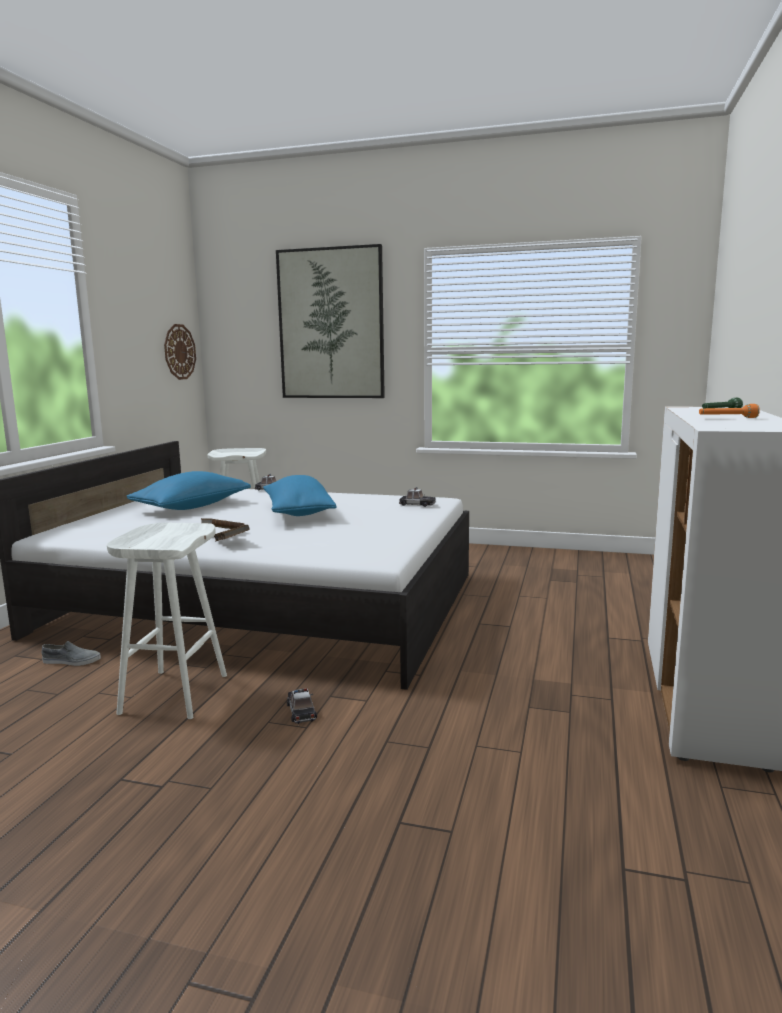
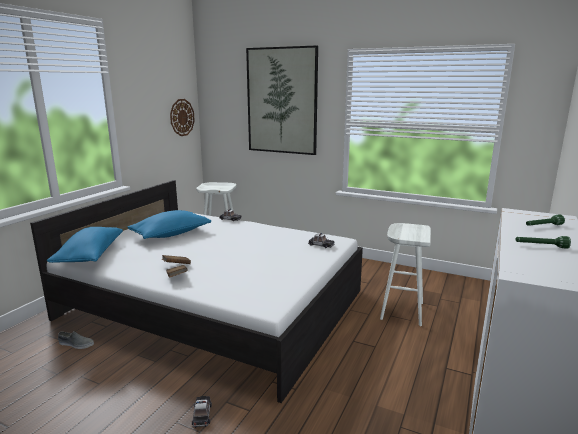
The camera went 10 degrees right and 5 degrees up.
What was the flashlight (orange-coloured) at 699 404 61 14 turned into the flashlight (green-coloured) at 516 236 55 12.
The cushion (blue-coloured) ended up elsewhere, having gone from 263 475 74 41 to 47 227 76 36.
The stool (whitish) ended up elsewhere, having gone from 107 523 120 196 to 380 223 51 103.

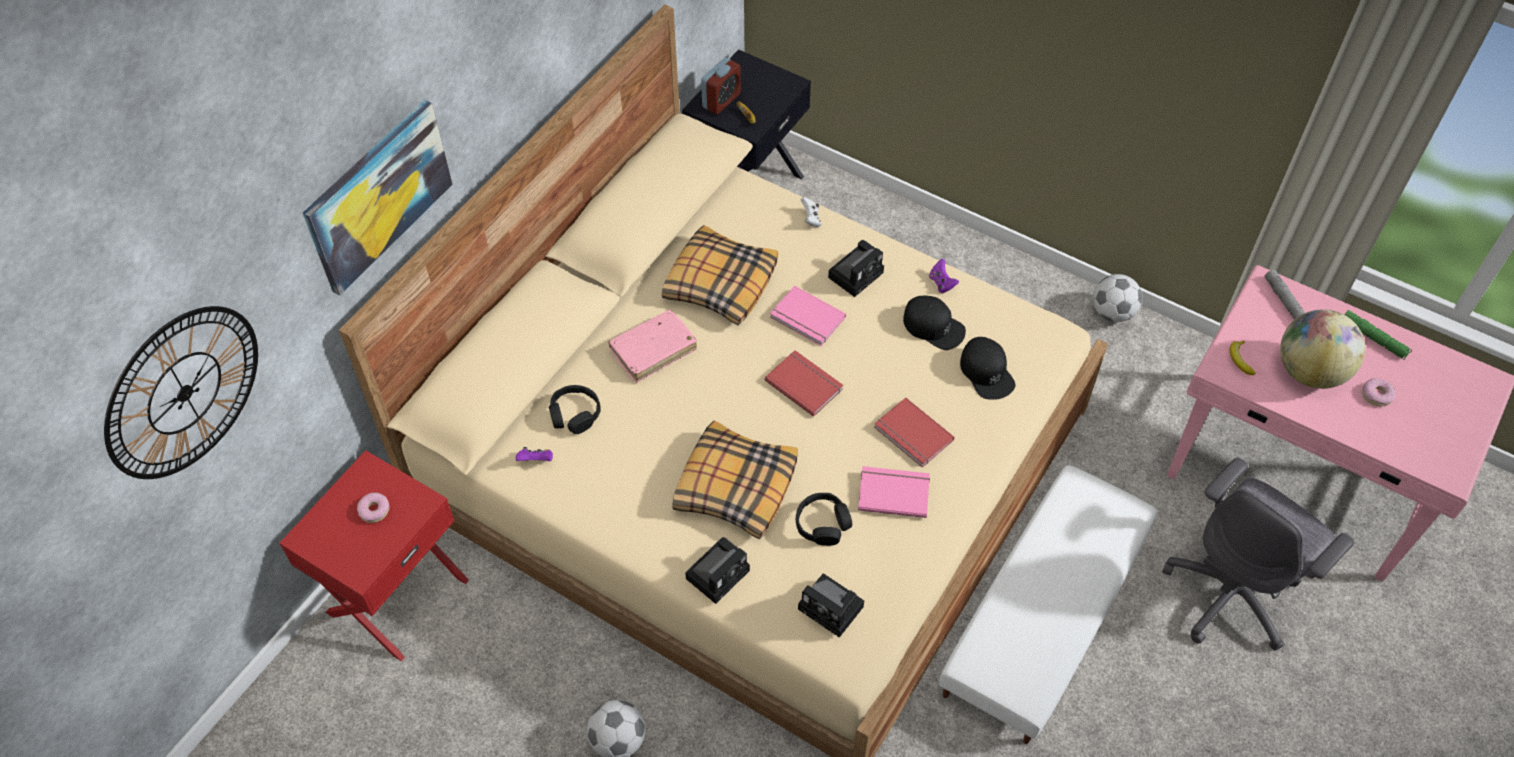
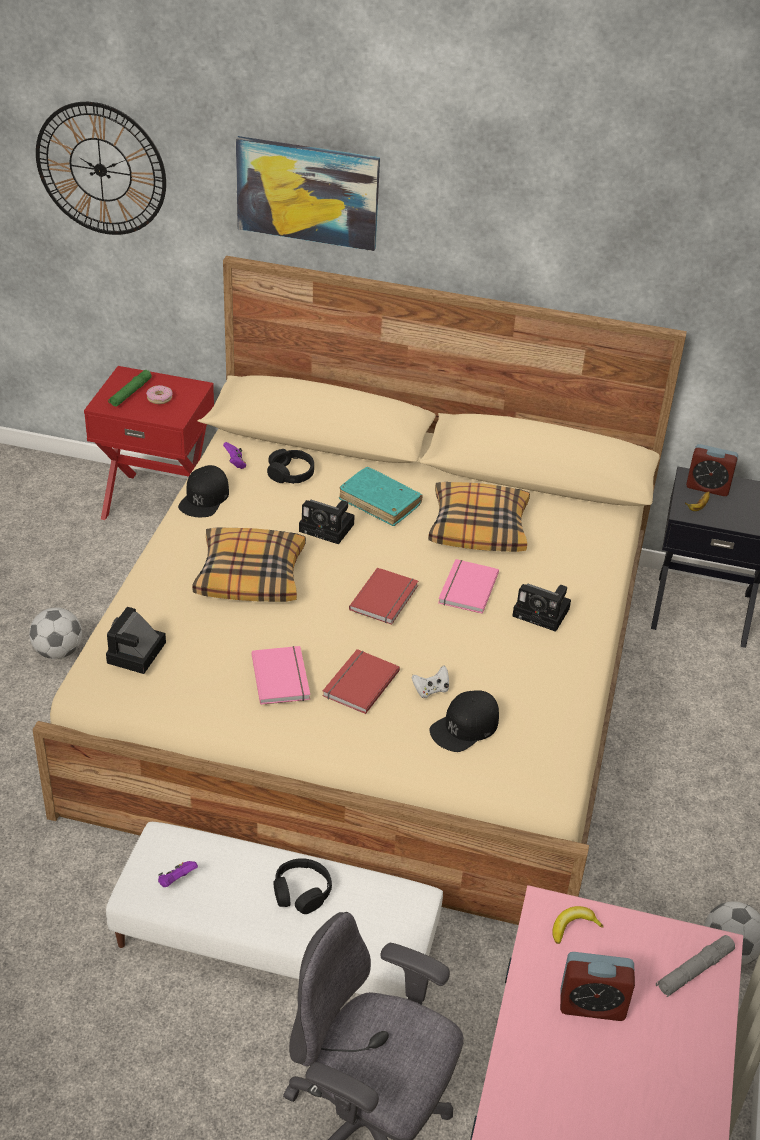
The camera went 70 degrees right and 15 degrees down.
The game controller (whitish) ended up elsewhere, having gone from 801 197 21 30 to 412 665 37 33.
The game controller (purple-coloured) ended up elsewhere, having gone from 929 259 30 34 to 158 861 40 26.
The peaked cap (black) ended up elsewhere, having gone from 903 296 63 54 to 178 465 51 52.
Where the desk globe stood at 1280 309 85 80, the bedside clock came to stand at 560 952 75 69.
What was the volume (pink) at 608 310 89 72 turned into the volume (turquoise-coloured) at 339 467 84 59.
The flashlight (green-coloured) ended up elsewhere, having gone from 1344 310 68 50 to 108 370 44 37.
The second view lost the donut at 1362 378 33 28.
The pair of headphones (black) ended up elsewhere, having gone from 796 493 56 53 to 274 858 58 56.
The still camera ended up elsewhere, having gone from 685 537 65 67 to 299 500 56 44.

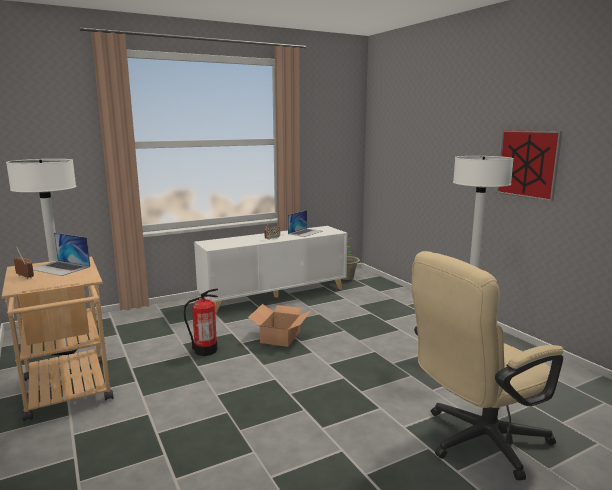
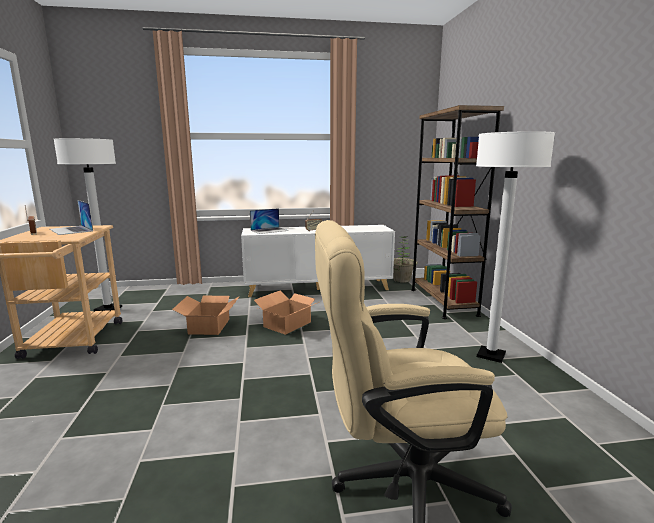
The camera went 20 degrees right and 0 degrees up.
The second view lost the wall picture at 496 130 66 71.
The portable computer ended up elsewhere, having gone from 288 210 35 27 to 250 208 39 26.
Where the extinguisher stood at 184 289 34 67, the carton came to stand at 172 296 68 39.
The second view gained the shelving unit (brown) at 411 105 93 214.

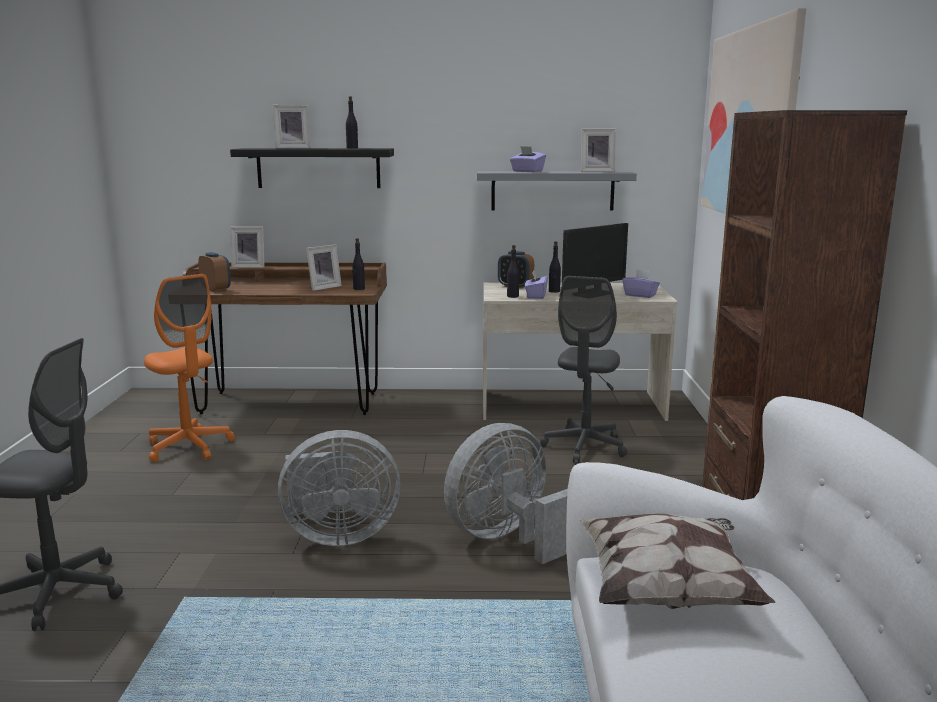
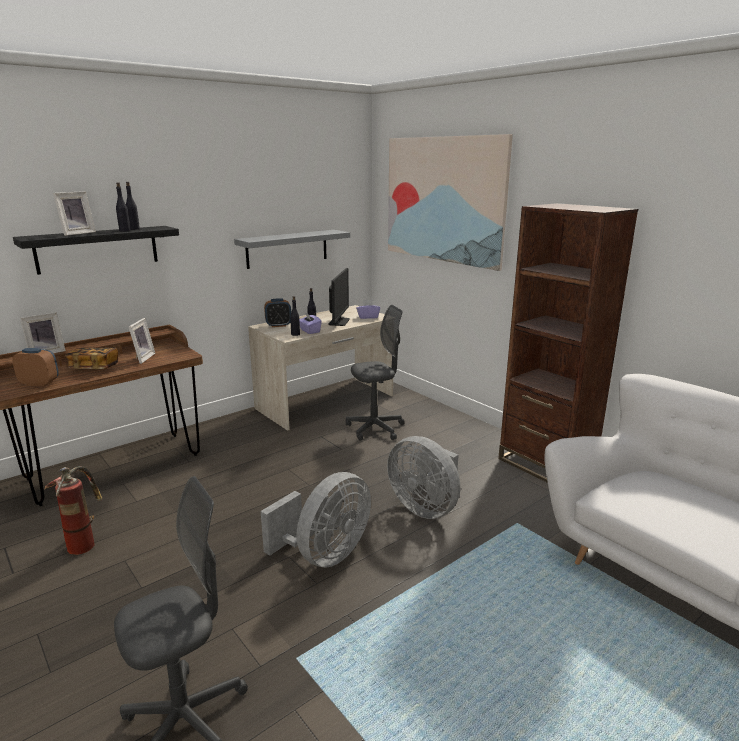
The camera went 40 degrees left and 5 degrees up.
The second view lost the standing frame at 581 129 35 43.
The second view lost the box of tissues (purple-coloured) at 510 146 36 26.
The drink bottle (black) ended up elsewhere, having gone from 352 238 13 52 to 116 182 15 50.
Where the office chair (orange-coloured) stood at 144 274 91 188, the extinguisher came to stand at 44 466 58 89.
The office chair (grey) at 540 276 87 187 ended up facing another way, 90 degrees counterclockwise from before.
The fan (grey) at 444 423 124 141 ended up facing another way, 60 degrees counterclockwise from before.
The second view lost the cushion at 580 513 196 96.
The second view gained the volume at 65 347 53 22.

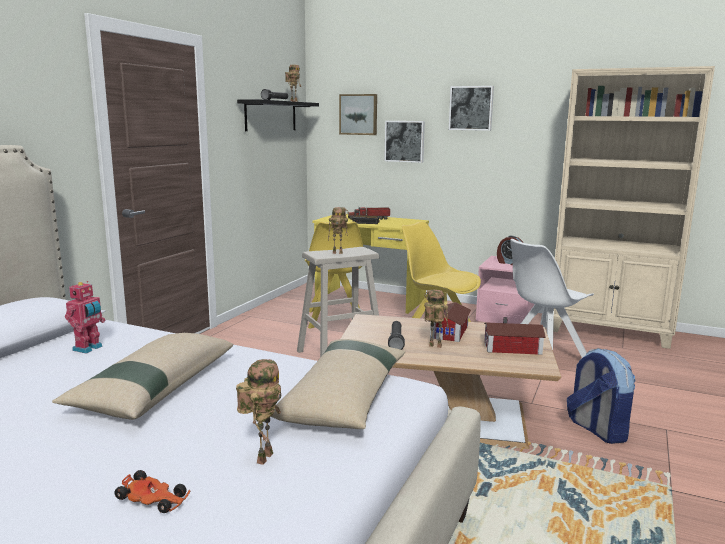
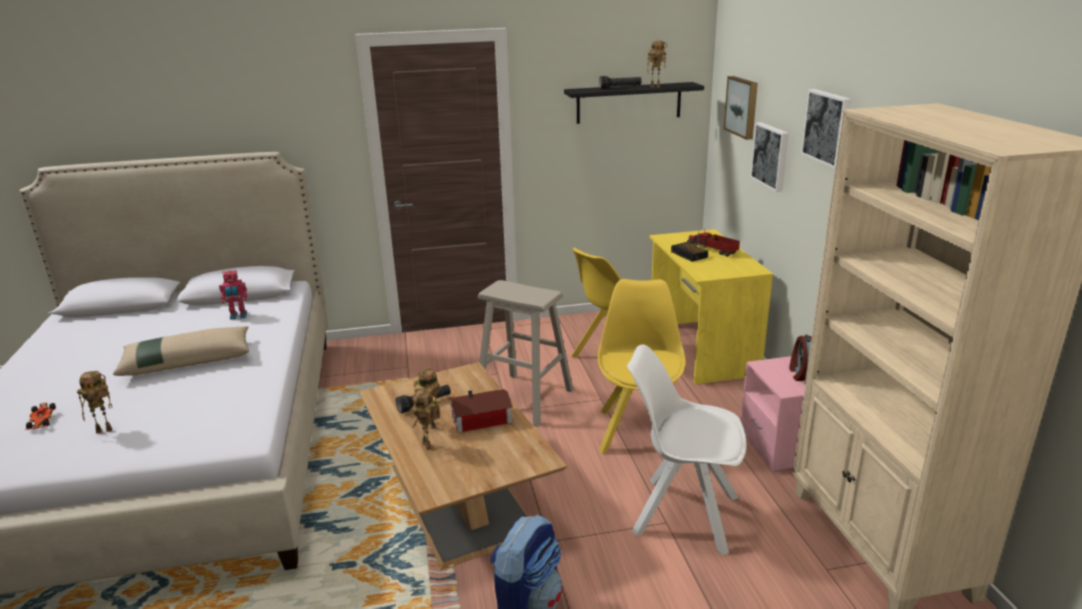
The camera went 55 degrees right and 10 degrees up.
The toy robot ended up elsewhere, having gone from 328 207 20 47 to 412 389 28 61.
The second view lost the toy house at 484 317 62 38.
The second view lost the cushion (beige) at 271 339 134 90.

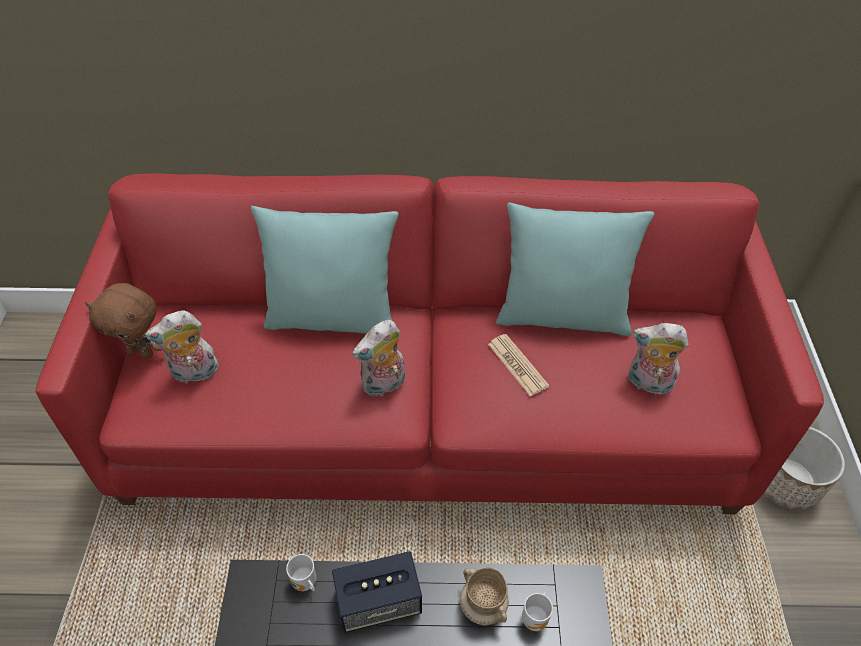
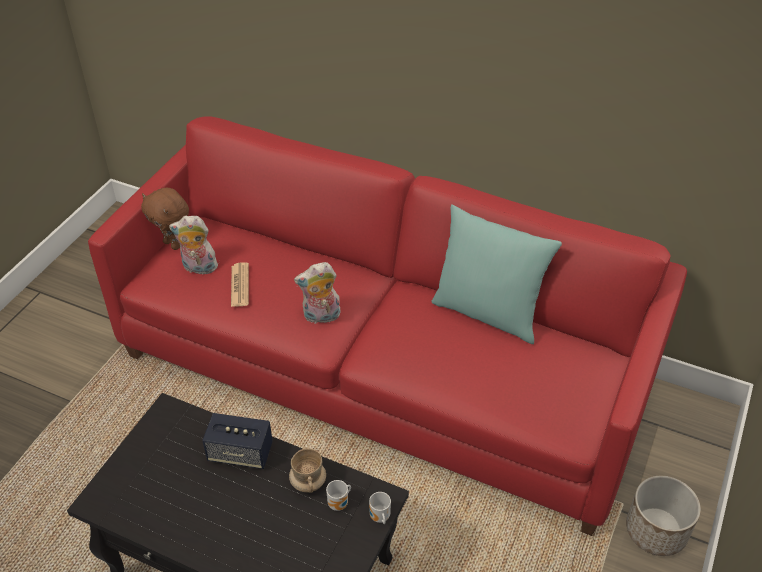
The camera went 25 degrees right and 5 degrees down.
The second view lost the cushion (turquoise-coloured) at 251 206 148 127.
The second view lost the cuddly toy at 628 323 60 72.
The printed paper ended up elsewhere, having gone from 488 334 61 63 to 231 262 18 45.
The tea mug ended up elsewhere, having gone from 286 554 30 37 to 369 492 22 32.

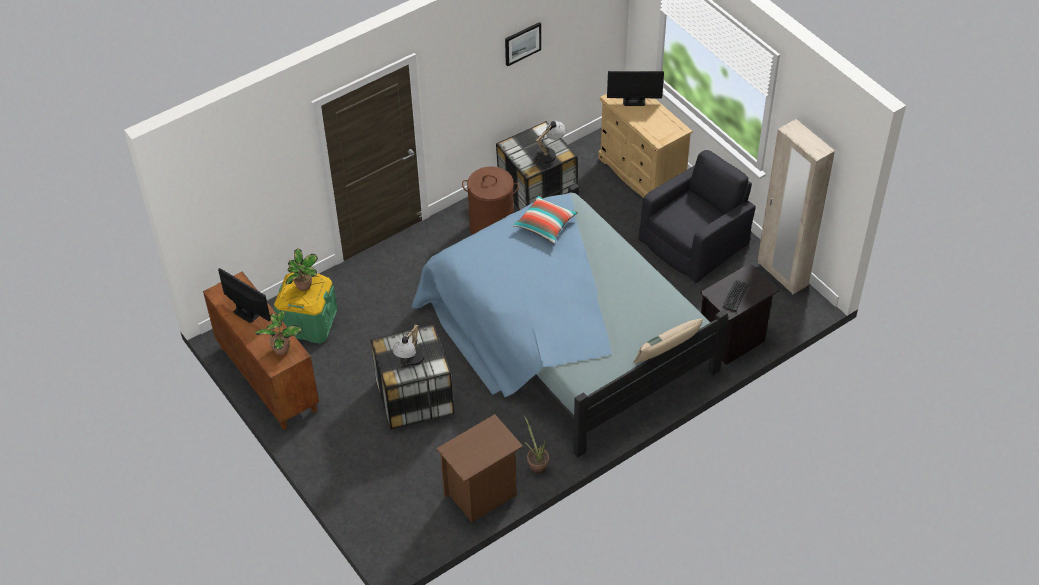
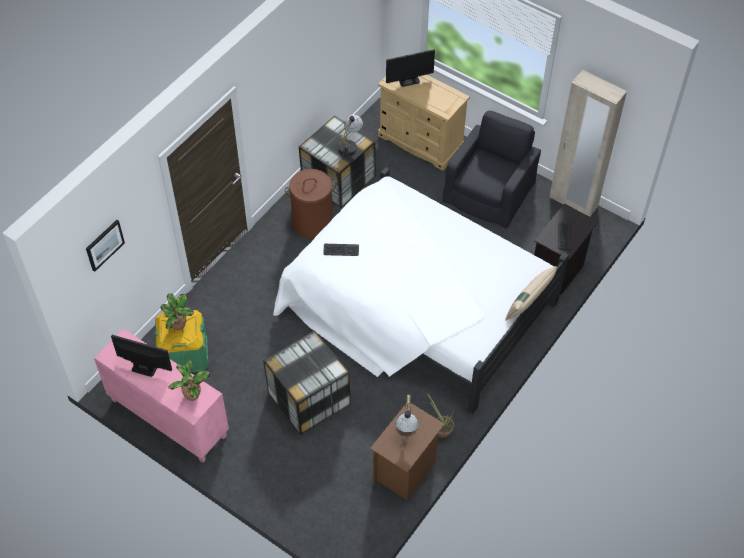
The camera went 20 degrees left and 5 degrees up.
The wall picture ended up elsewhere, having gone from 505 22 36 45 to 86 220 39 52.
What was the bedroom bed (blue-coloured) at 412 184 316 274 turned into the bedroom bed (whitish) at 273 167 296 247.
The second view lost the cushion at 513 196 65 47.
What was the cupboard (brown) at 203 271 116 159 turned into the cupboard (pink) at 94 328 135 135.
The lamp for a table ended up elsewhere, having gone from 392 324 32 42 to 396 394 23 39.
The second view gained the computer keyboard at 323 244 36 12.

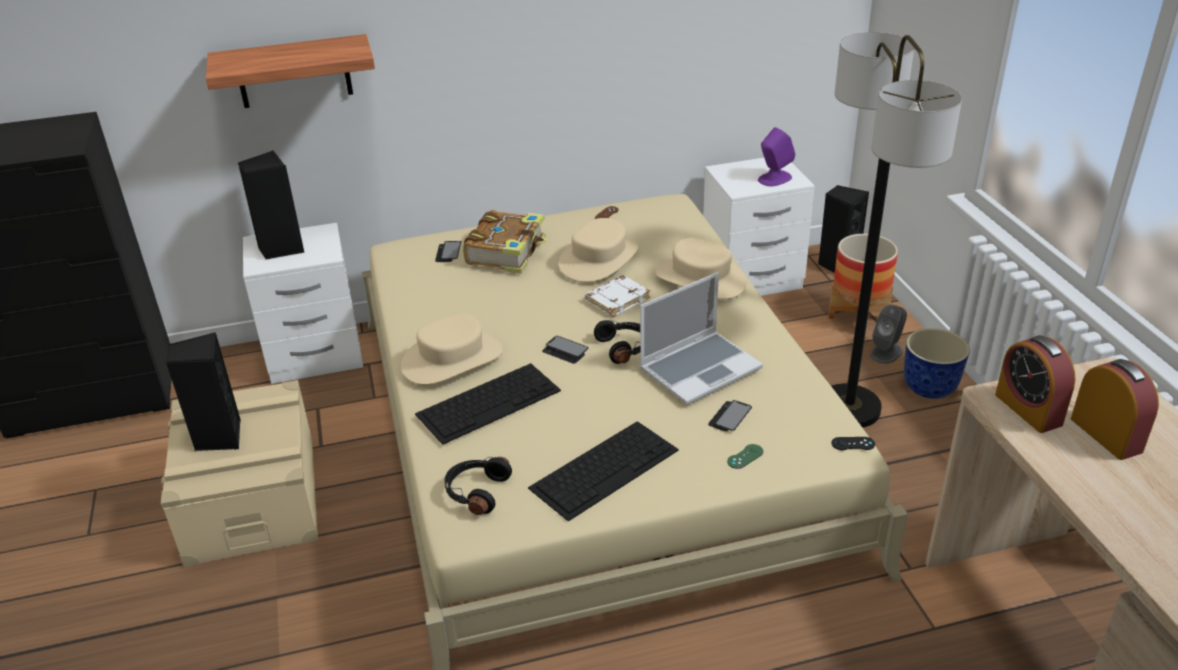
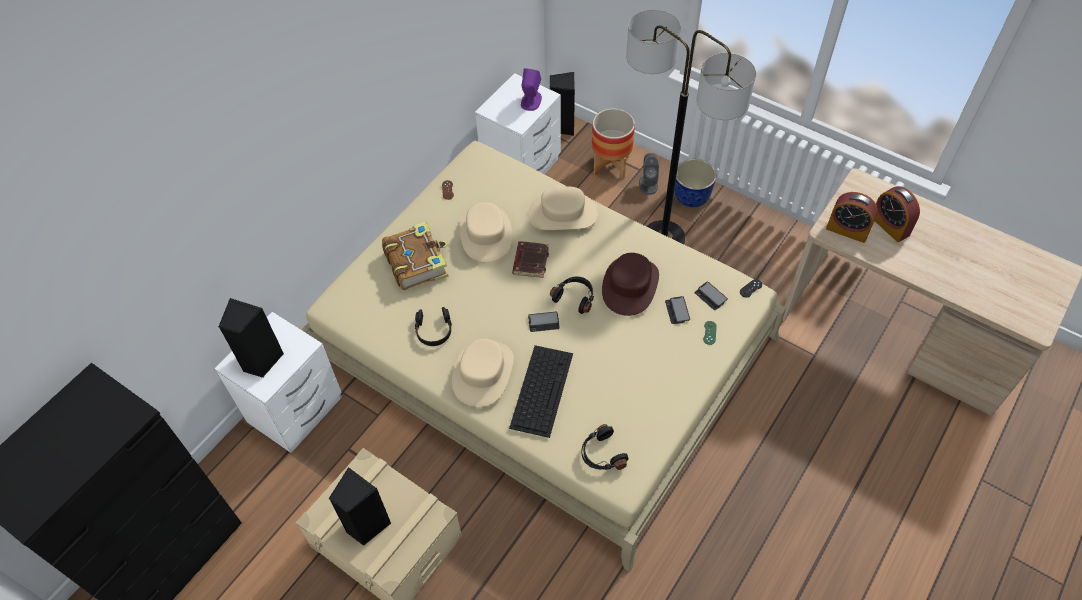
The camera went 40 degrees left and 20 degrees up.
The second view lost the wall shelf at 206 34 169 74.
The handset ended up elsewhere, having gone from 435 241 26 21 to 695 282 33 28.
Where the portable computer stood at 640 272 123 133, the wearable hat (brown) came to stand at 602 253 57 63.
What was the volume (whitish) at 585 275 65 42 turned into the volume (brown) at 512 241 37 37.
The bedside clock at 1071 359 88 101 ended up facing another way, 150 degrees counterclockwise from before.
The second view lost the computer keyboard at 528 421 151 100.
The second view gained the pair of headphones (black) at 415 307 37 39.

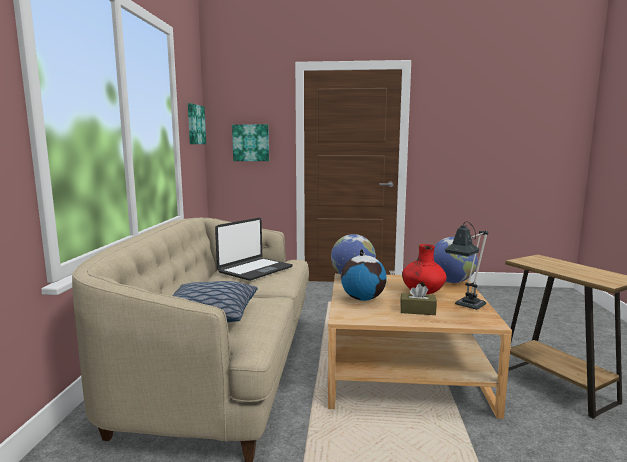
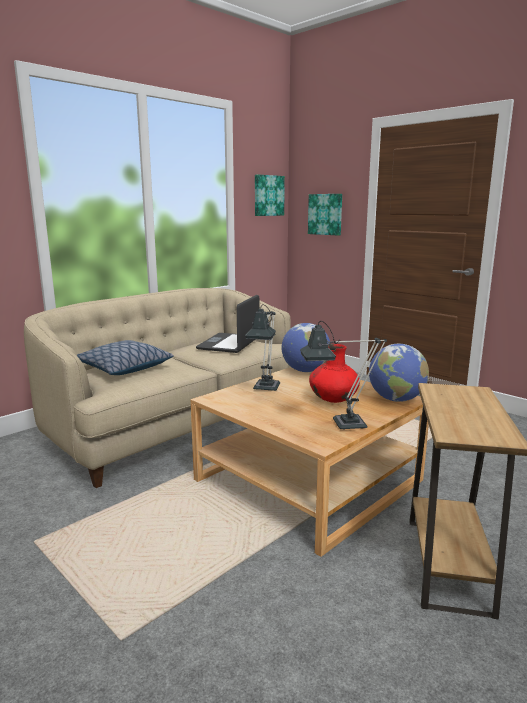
The camera went 40 degrees right and 5 degrees up.
The portable computer at 215 217 78 64 ended up facing another way, 120 degrees clockwise from before.
Where the desk globe stood at 341 249 46 52, the lamp for a table came to stand at 245 305 35 86.
The second view lost the box of tissues (brown) at 400 284 37 31.

